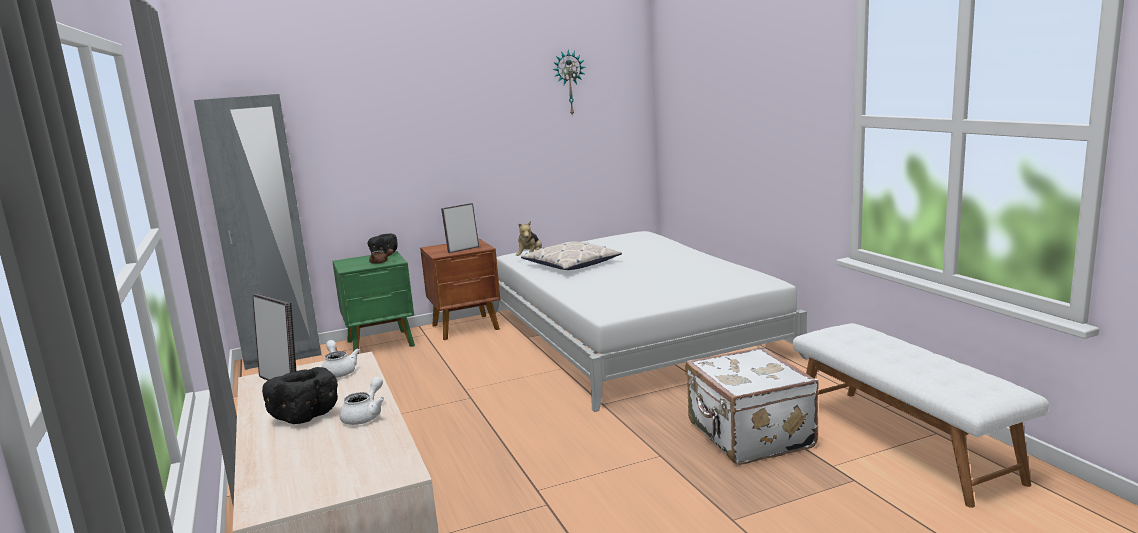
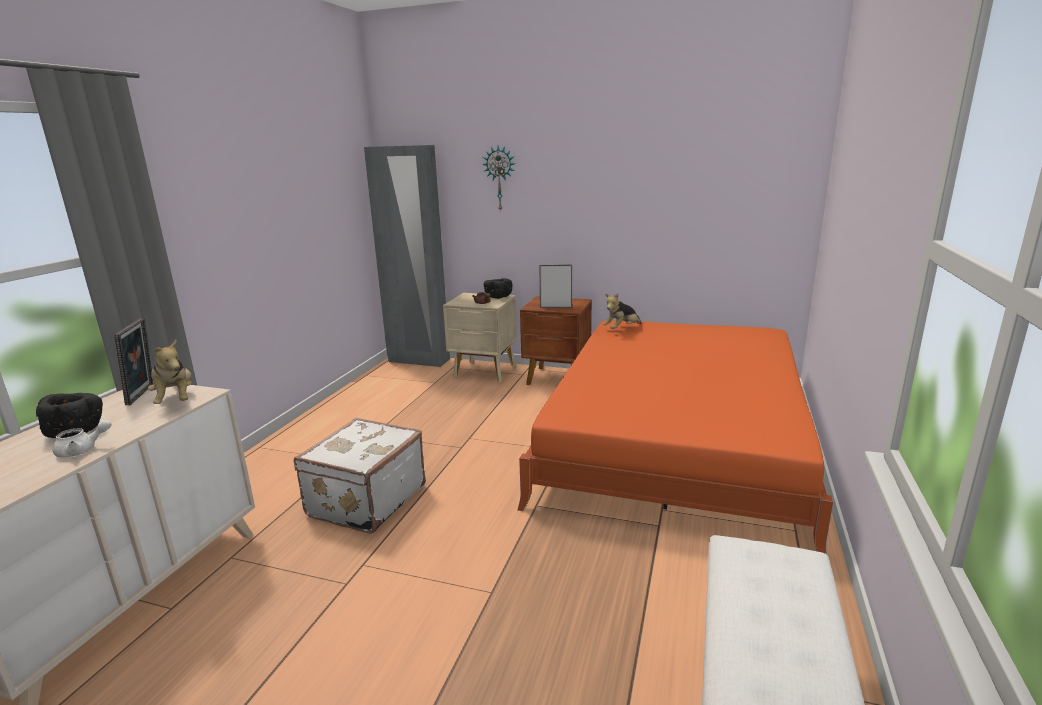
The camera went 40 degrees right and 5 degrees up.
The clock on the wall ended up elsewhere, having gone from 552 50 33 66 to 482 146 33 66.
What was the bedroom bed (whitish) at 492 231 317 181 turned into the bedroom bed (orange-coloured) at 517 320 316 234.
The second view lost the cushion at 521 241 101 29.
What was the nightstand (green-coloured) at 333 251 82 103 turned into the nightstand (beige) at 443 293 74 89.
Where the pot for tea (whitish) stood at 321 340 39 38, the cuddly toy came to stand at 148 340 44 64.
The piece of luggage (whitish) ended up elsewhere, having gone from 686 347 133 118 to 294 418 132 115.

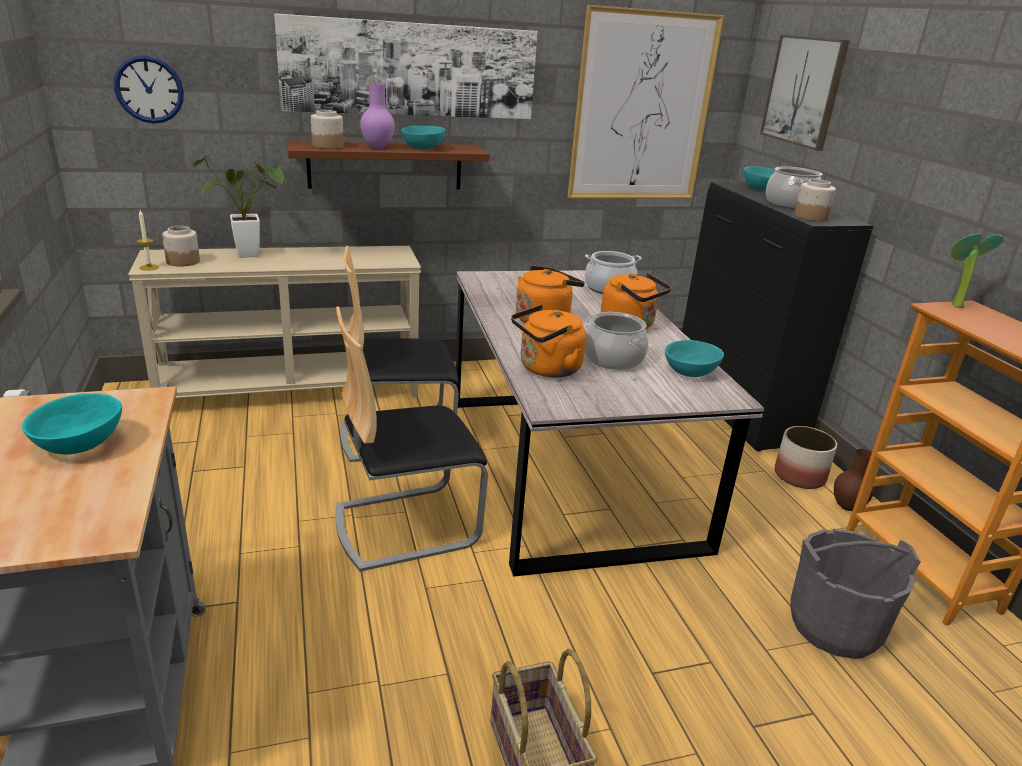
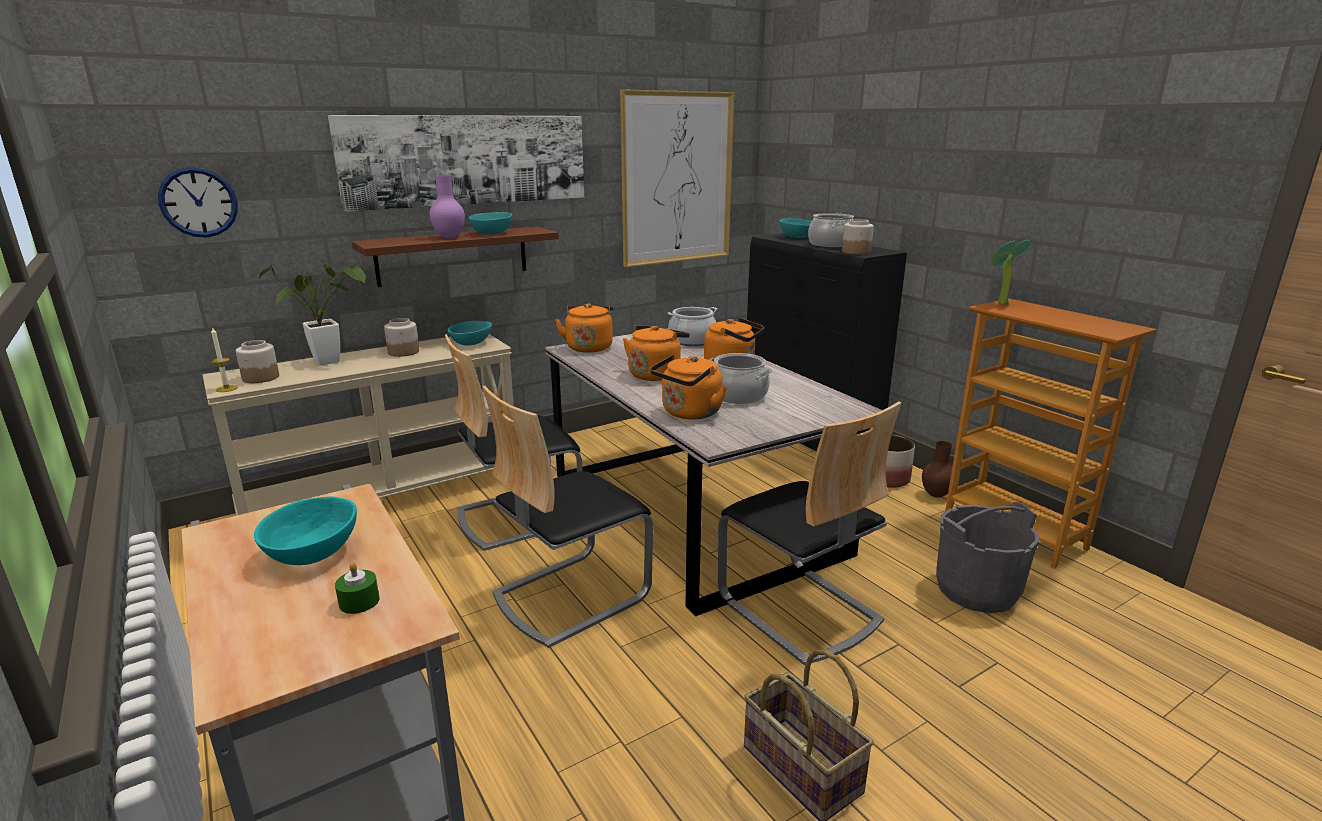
The camera went 15 degrees left and 5 degrees down.
The second view lost the wall picture at 760 35 90 116.
The storage jar ended up elsewhere, having gone from 311 110 33 39 to 384 318 35 39.
The bowl (turquoise-coloured) ended up elsewhere, having gone from 665 340 59 37 to 447 321 45 25.
The second view gained the water kettle (orange-coloured) at 555 303 59 50.
The second view gained the upright chair at 718 401 183 264.
The second view gained the candle (green-coloured) at 335 563 45 51.

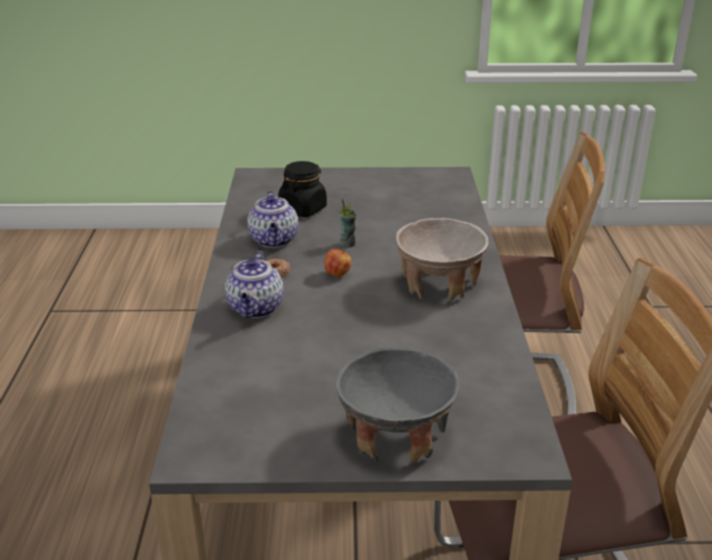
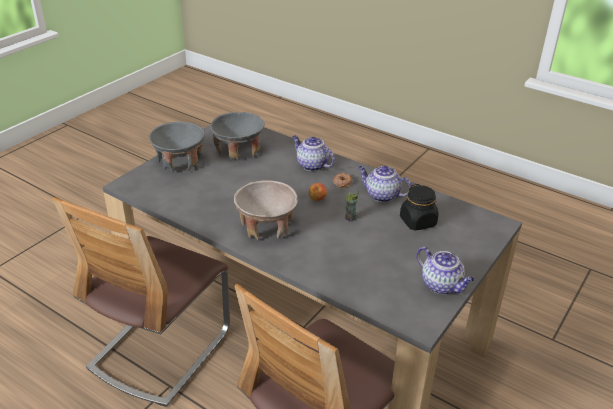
The camera went 125 degrees right and 5 degrees up.
The second view gained the bowl (grey) at 210 112 55 49.
The second view gained the pot for tea at 416 247 59 47.

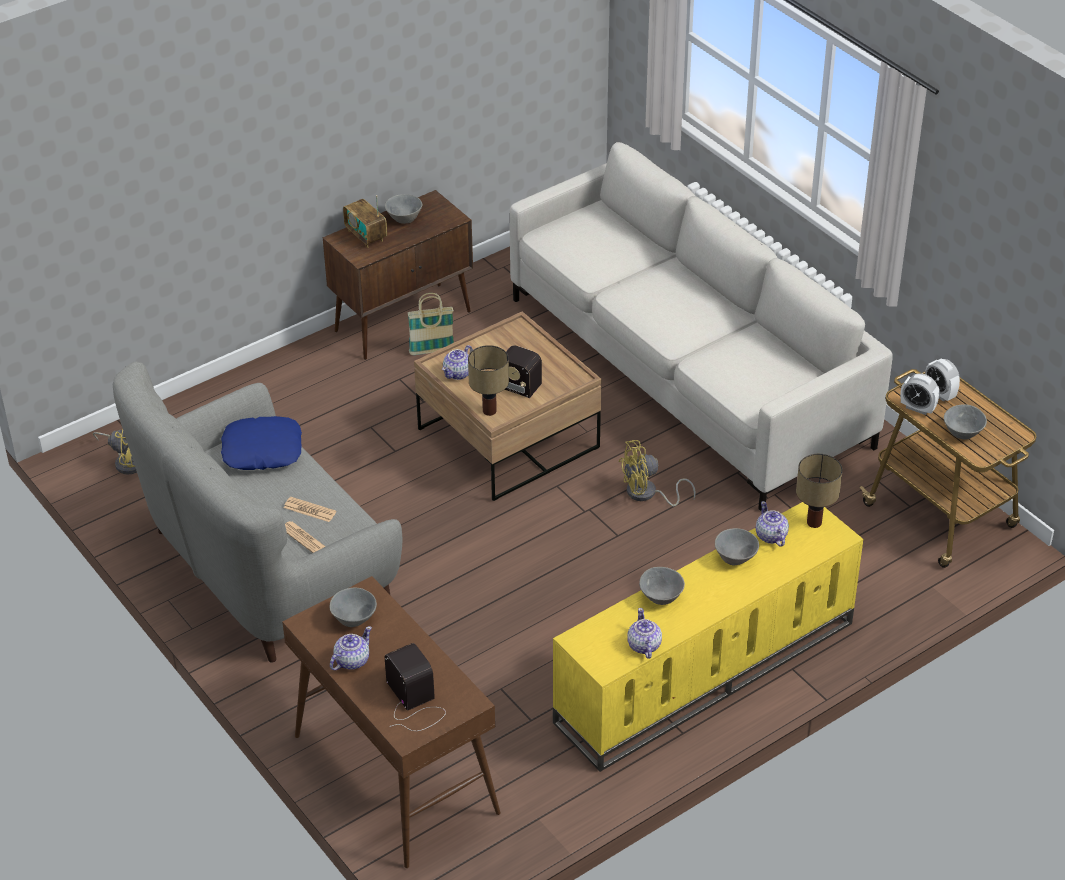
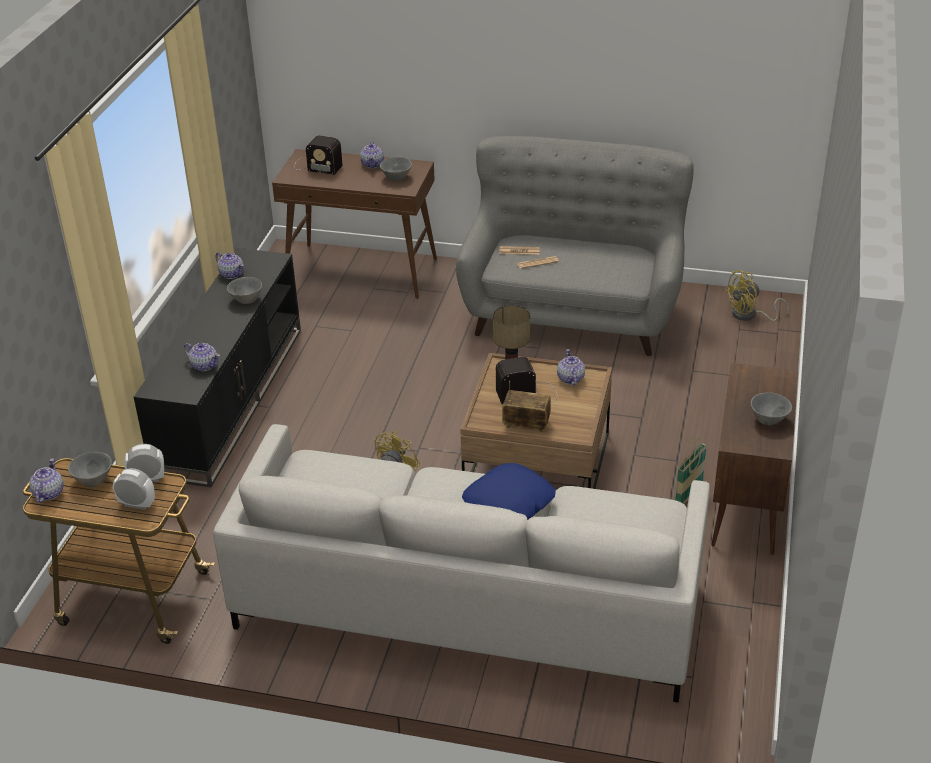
The camera went 140 degrees right and 5 degrees down.
The radio set ended up elsewhere, having gone from 343 195 44 53 to 502 381 49 51.
The cushion (blue-coloured) ended up elsewhere, having gone from 221 416 81 54 to 462 463 94 57.
The second view lost the lamp for a table at 796 454 47 74.
What was the tv unit (yellow) at 553 502 311 270 turned into the tv unit (black) at 134 248 167 239.
The second view lost the bowl (grey) at 715 528 44 37.
The second view gained the pot for tea at 30 459 34 44.

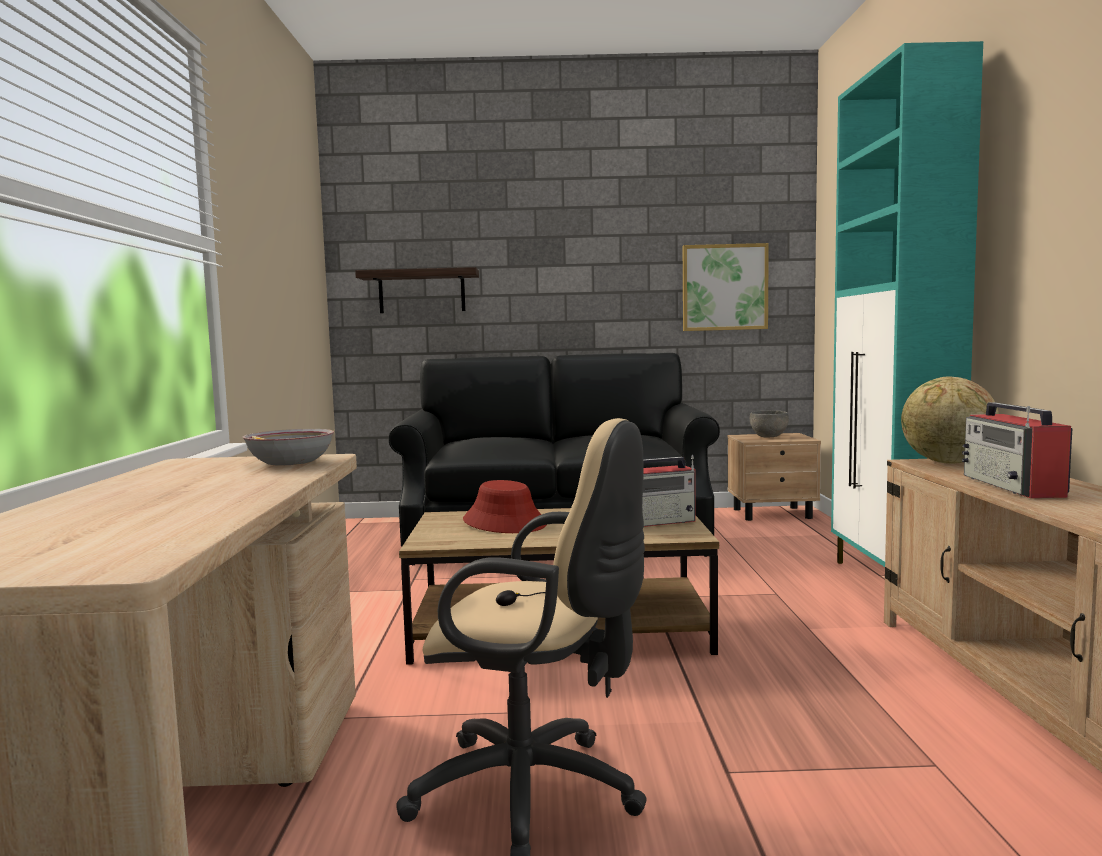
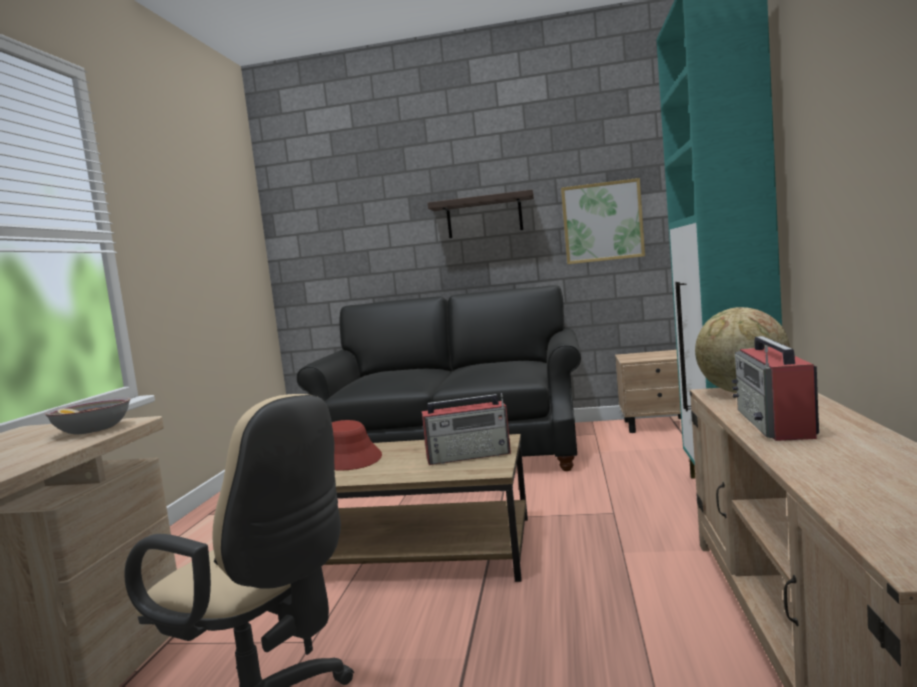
The camera went 10 degrees right and 0 degrees up.
The wall shelf ended up elsewhere, having gone from 355 267 124 46 to 428 189 106 49.
The second view lost the bowl (grey) at 750 410 39 27.

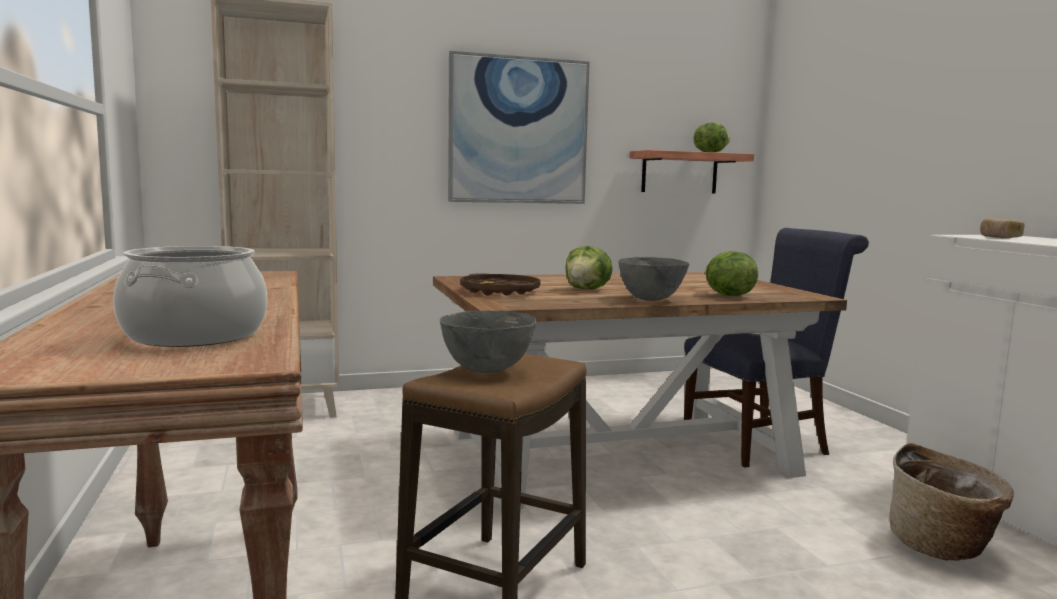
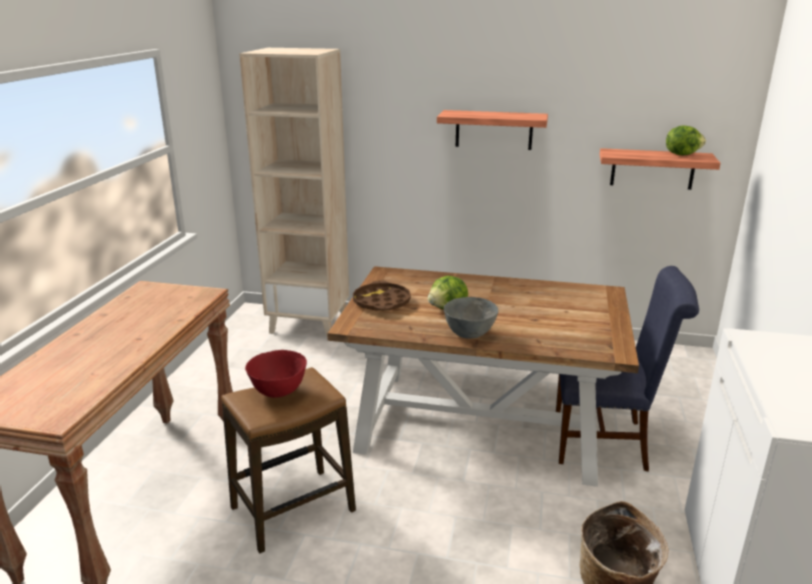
The camera went 30 degrees right and 15 degrees up.
Where the wall picture hung at 448 51 142 153, the wall shelf came to hang at 437 110 111 40.
The second view lost the baked bread at 980 218 45 21.
The second view lost the saucepot at 113 246 154 101.
The second view lost the lettuce head at 705 251 53 45.
What was the bowl (grey) at 440 311 96 62 turned into the bowl (red) at 245 350 62 48.

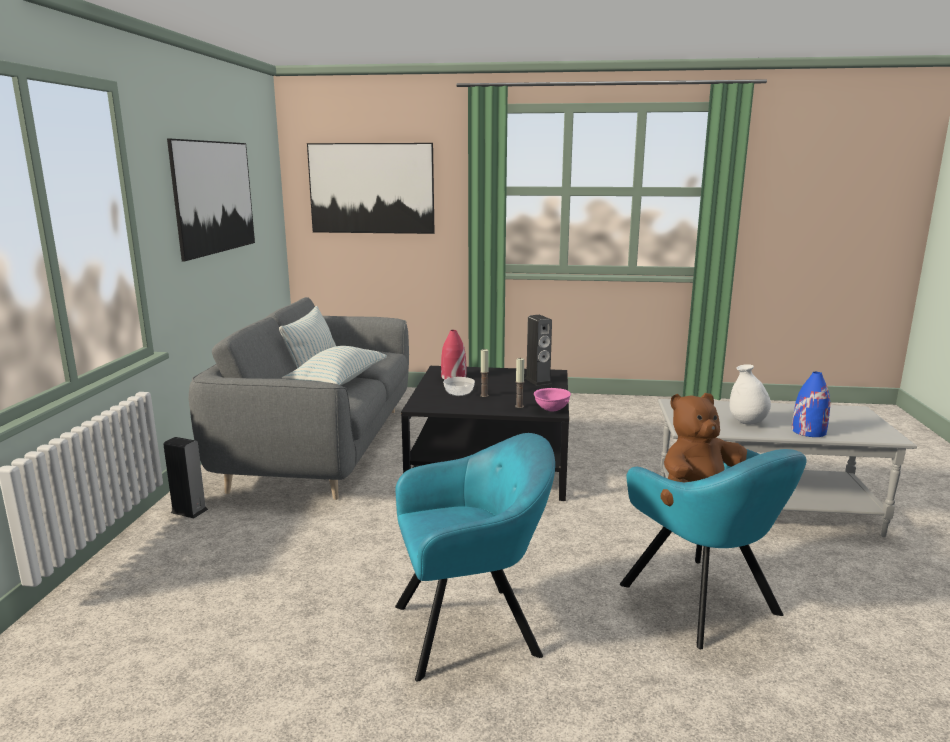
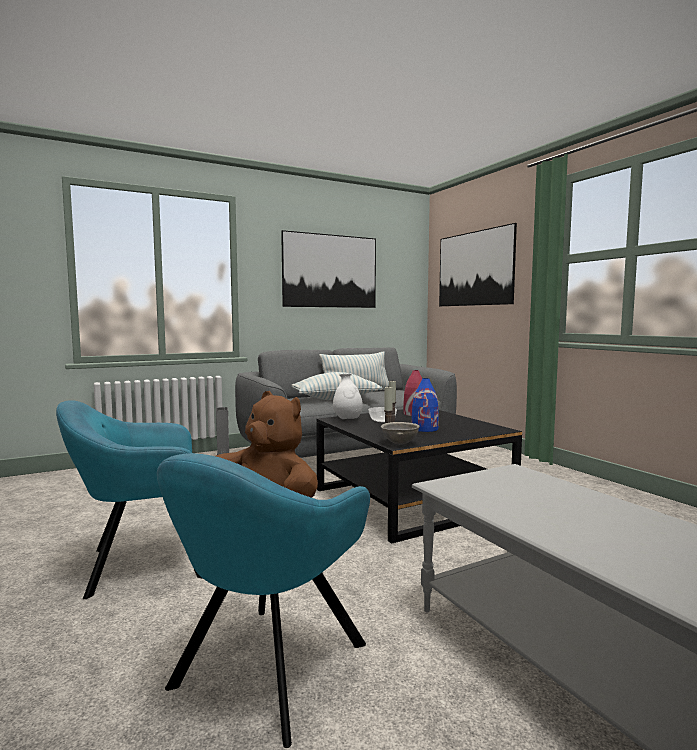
The camera went 55 degrees right and 10 degrees down.
The second view lost the loudspeaker at 525 315 27 71.
The decorative vase (whitish) ended up elsewhere, having gone from 730 364 41 60 to 333 373 30 46.
The decorative vase (blue-coloured) ended up elsewhere, having gone from 792 372 38 65 to 412 378 27 54.
What was the bowl (pink) at 534 388 37 24 turned into the bowl (grey) at 381 422 39 23.
The lounge chair (turquoise-coloured) at 395 433 160 248 ended up facing another way, 120 degrees clockwise from before.

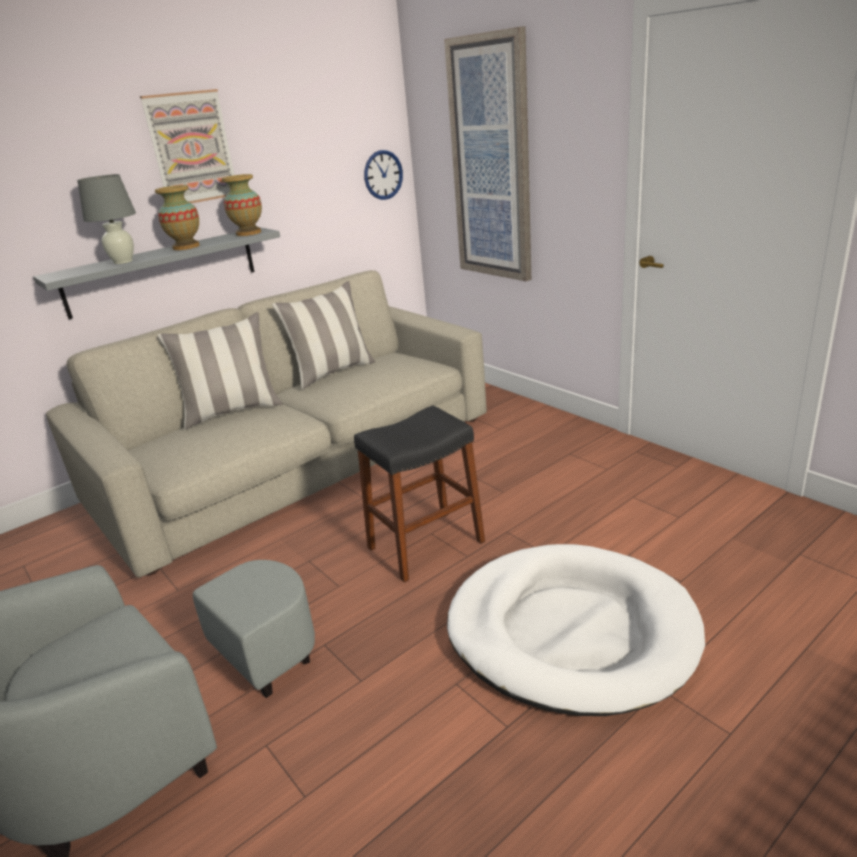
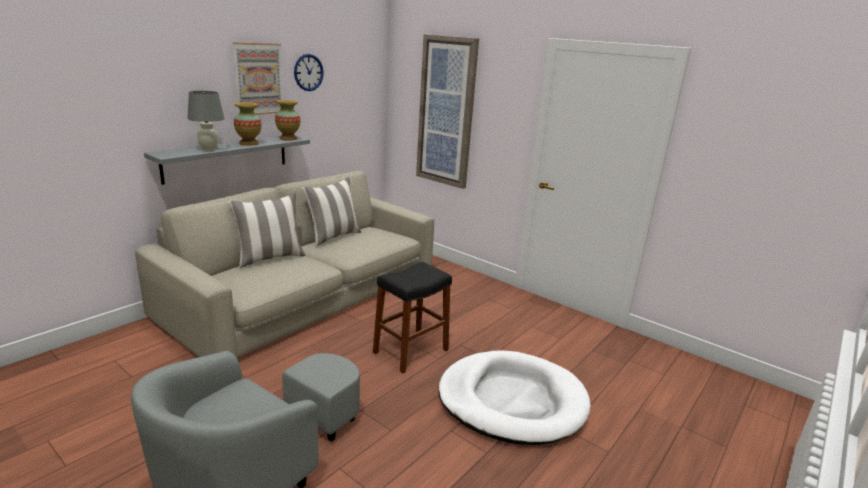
The camera went 15 degrees left and 5 degrees down.
The clock on the wall ended up elsewhere, having gone from 364 150 39 50 to 294 54 30 37.

